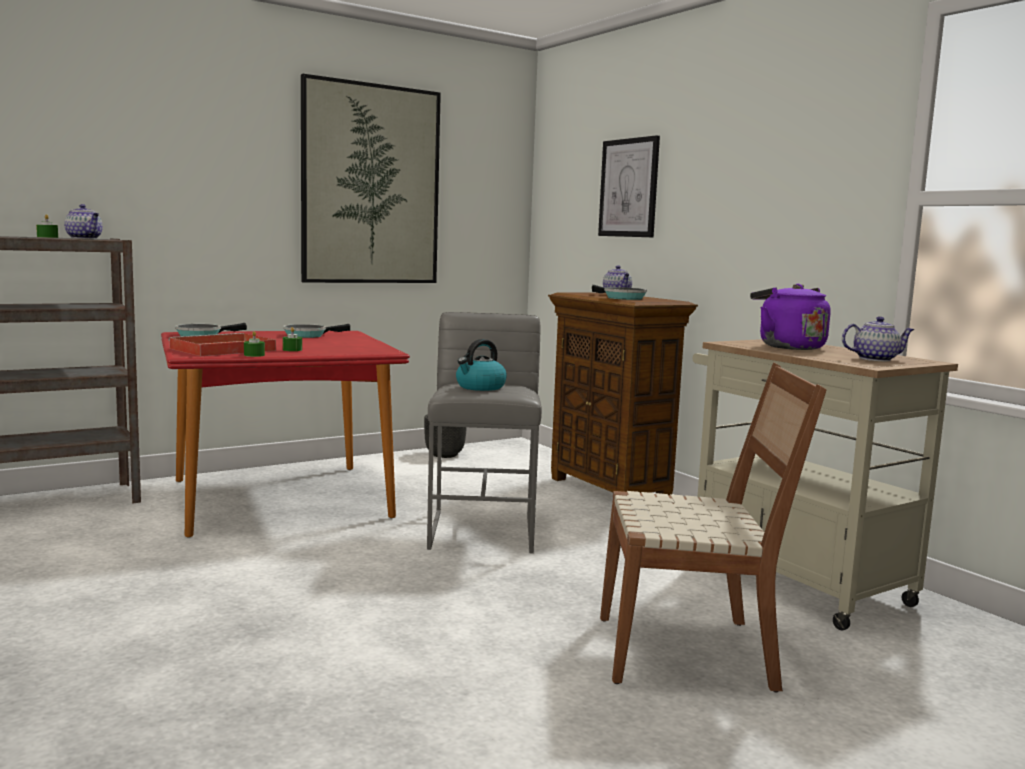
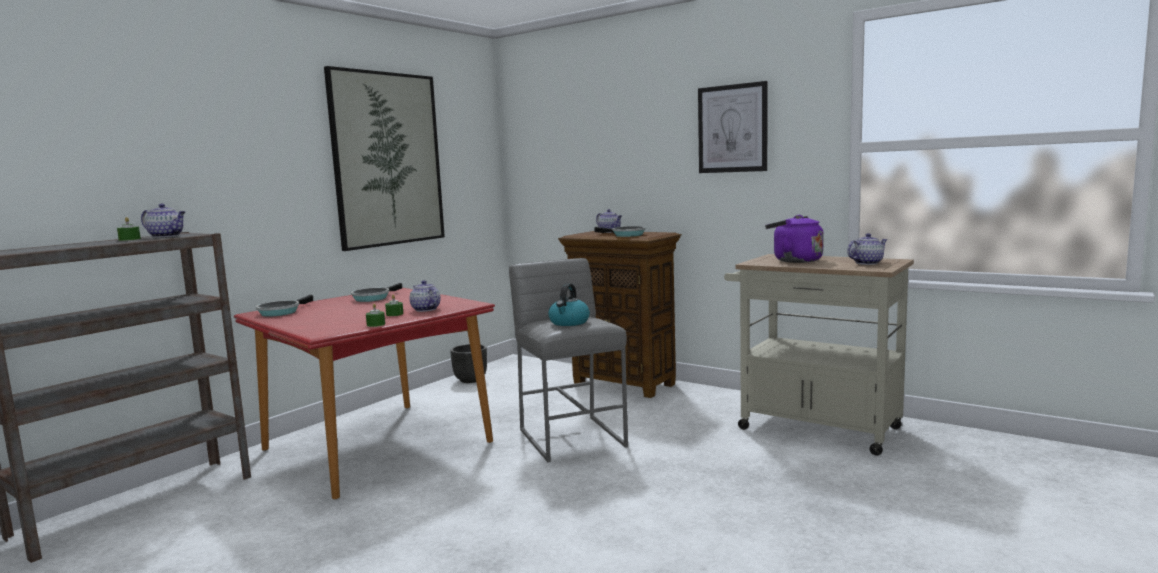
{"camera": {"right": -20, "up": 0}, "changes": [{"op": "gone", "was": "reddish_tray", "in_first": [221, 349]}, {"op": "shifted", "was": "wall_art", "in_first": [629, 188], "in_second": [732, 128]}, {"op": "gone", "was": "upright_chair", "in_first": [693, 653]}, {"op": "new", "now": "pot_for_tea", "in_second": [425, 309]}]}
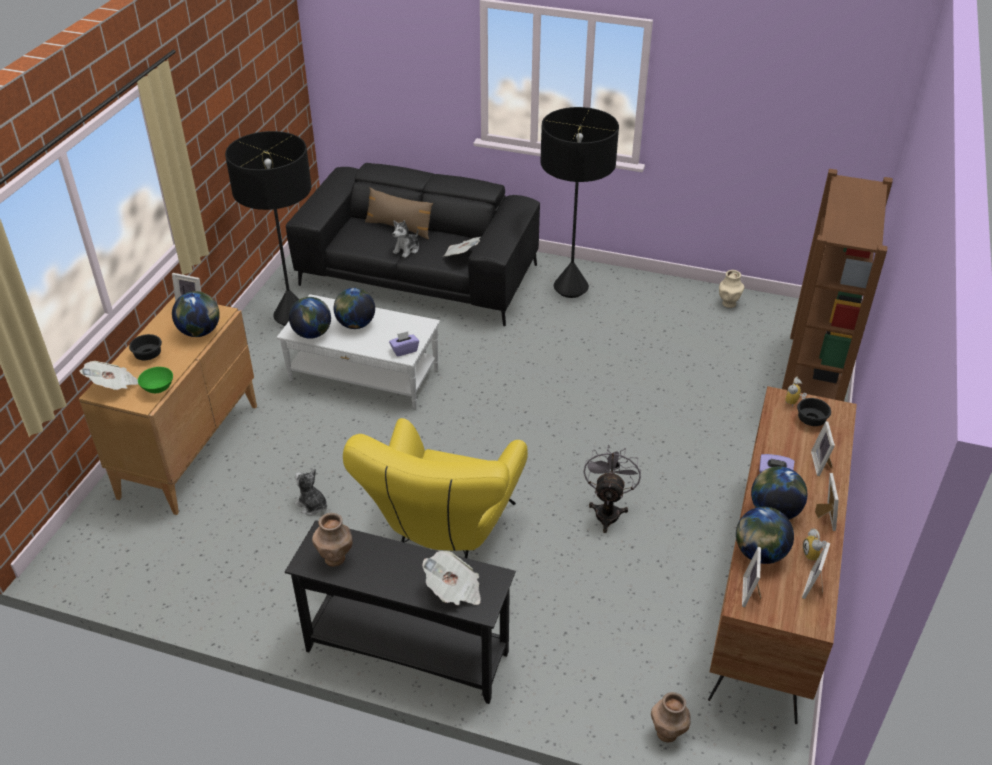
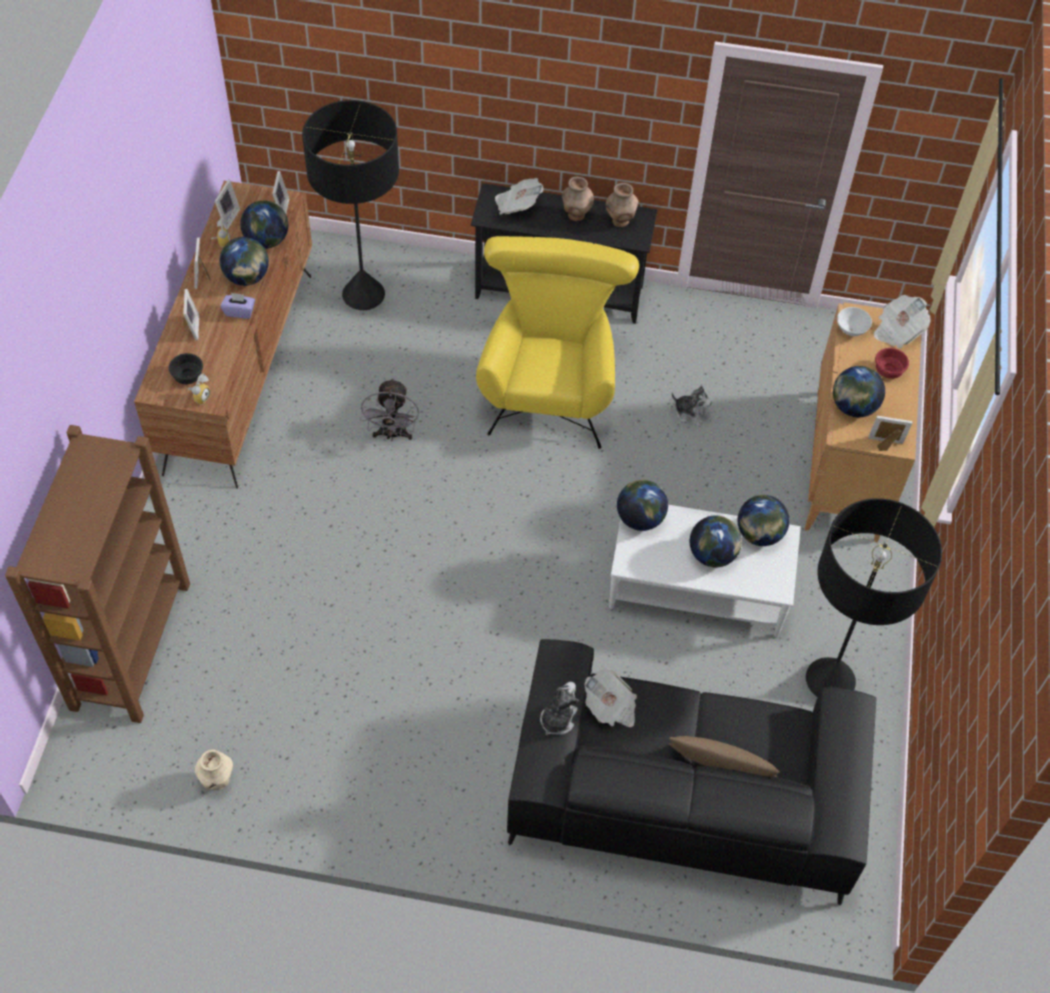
{"camera": {"right": 170, "up": 15}, "changes": [{"op": "repainted", "was": "blackish_serving_bowl", "now": "reddish_serving_bowl", "in_first": [147, 355], "in_second": [889, 370]}, {"op": "repainted", "was": "green-coloured_serving_bowl", "now": "white-coloured_serving_bowl", "in_first": [158, 390], "in_second": [851, 330]}, {"op": "swapped", "was": "purple_box_of_tissues", "now": "world_globe", "in_first": [404, 350], "in_second": [640, 518]}, {"op": "shifted", "was": "soft_toy", "in_first": [407, 249], "in_second": [557, 719]}, {"op": "shifted", "was": "blackish_floor_lamp", "in_first": [570, 290], "in_second": [363, 297]}, {"op": "shifted", "was": "brown-coloured_flower_vase", "in_first": [667, 733], "in_second": [576, 215]}]}
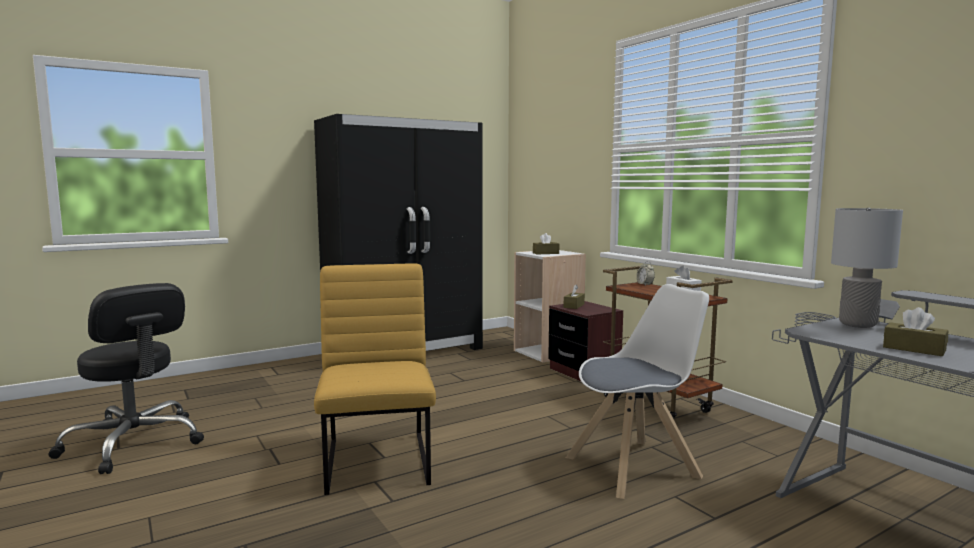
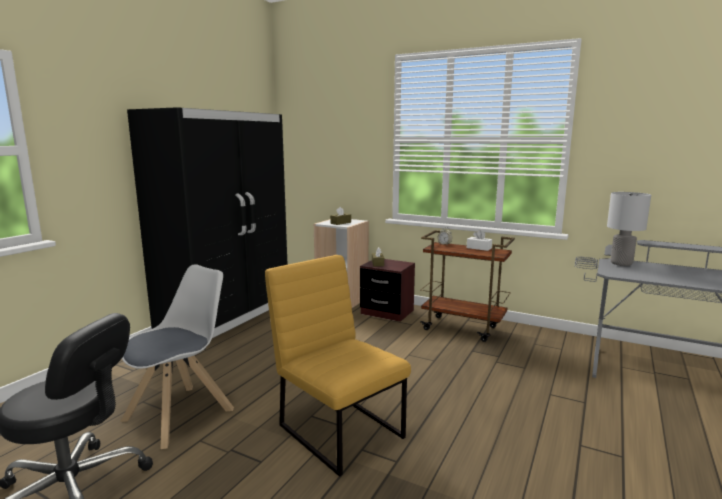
{"camera": {"right": -30, "up": 5}, "changes": [{"op": "shifted", "was": "upright_chair", "in_first": [636, 467], "in_second": [182, 413]}, {"op": "gone", "was": "brown-coloured_box_of_tissues", "in_first": [914, 349]}]}
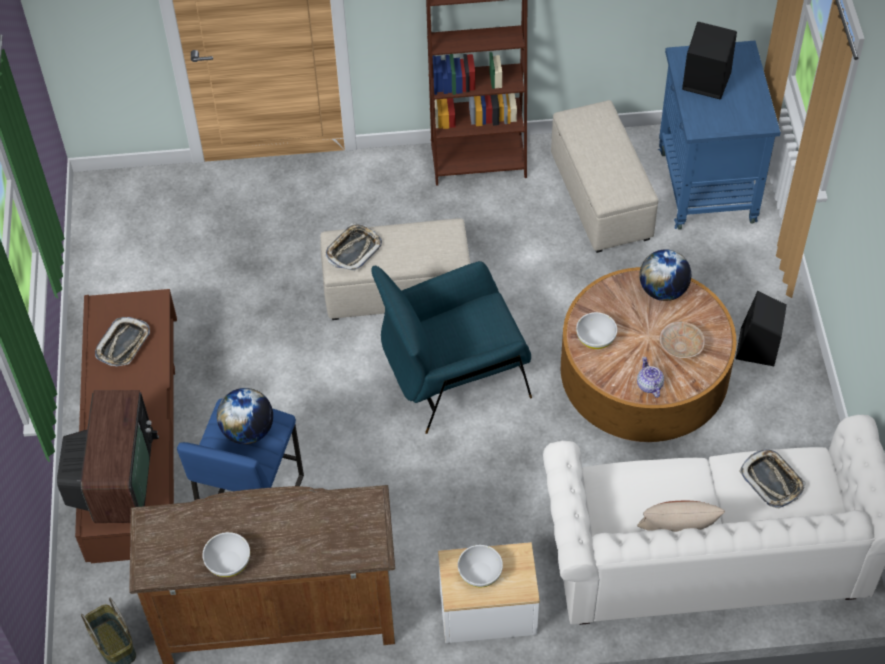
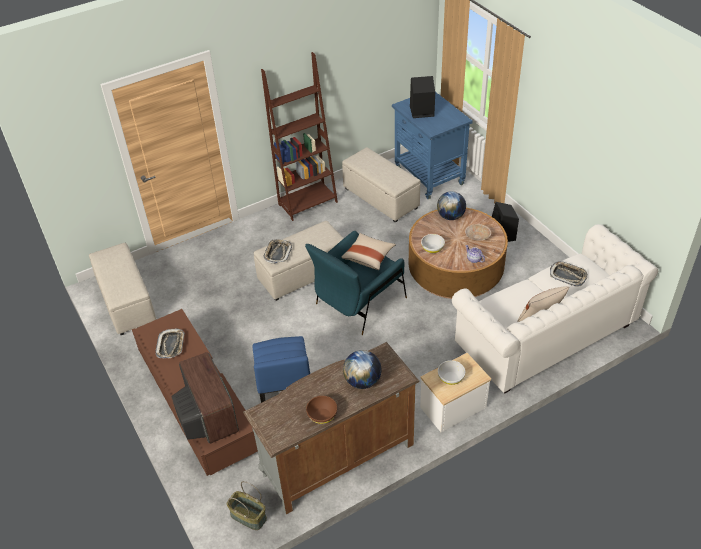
{"camera": {"right": -25, "up": -10}, "changes": [{"op": "repainted", "was": "white-coloured_serving_bowl", "now": "brown-coloured_serving_bowl", "in_first": [228, 562], "in_second": [322, 415]}, {"op": "shifted", "was": "world_globe", "in_first": [248, 430], "in_second": [362, 381]}, {"op": "new", "now": "beige-coloured_pouffe", "in_second": [127, 302]}, {"op": "new", "now": "beige-coloured_throw_pillow", "in_second": [369, 257]}]}
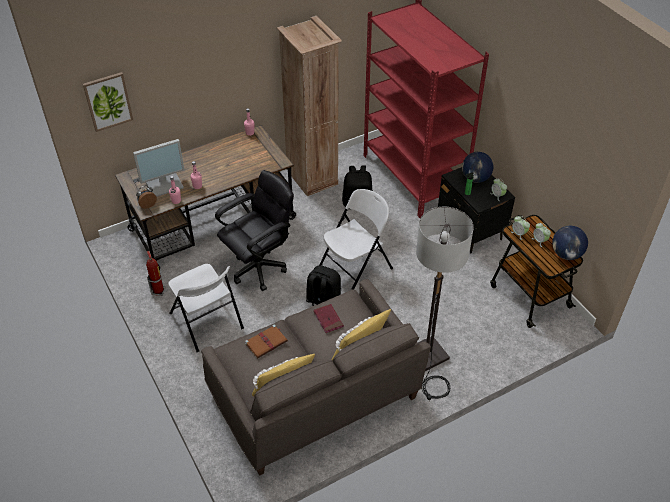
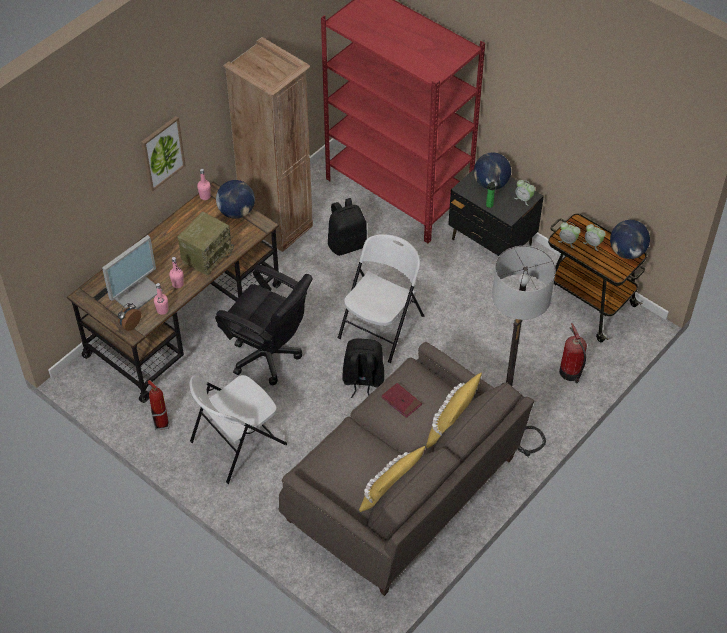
{"camera": {"right": -20, "up": 5}, "changes": [{"op": "shifted", "was": "wall_art", "in_first": [108, 101], "in_second": [162, 153]}, {"op": "rotated", "was": "white-coloured_upright_chair", "in_first": [206, 321], "in_second": [238, 442], "clockwise": 105}, {"op": "rotated", "was": "blackish_computer_chair", "in_first": [260, 267], "in_second": [270, 359], "clockwise": 90}, {"op": "gone", "was": "brown-coloured_book", "in_first": [267, 342]}, {"op": "new", "now": "radio_receiver", "in_second": [207, 255]}, {"op": "new", "now": "world_globe", "in_second": [236, 212]}, {"op": "new", "now": "fire_extinguisher", "in_second": [571, 373]}]}
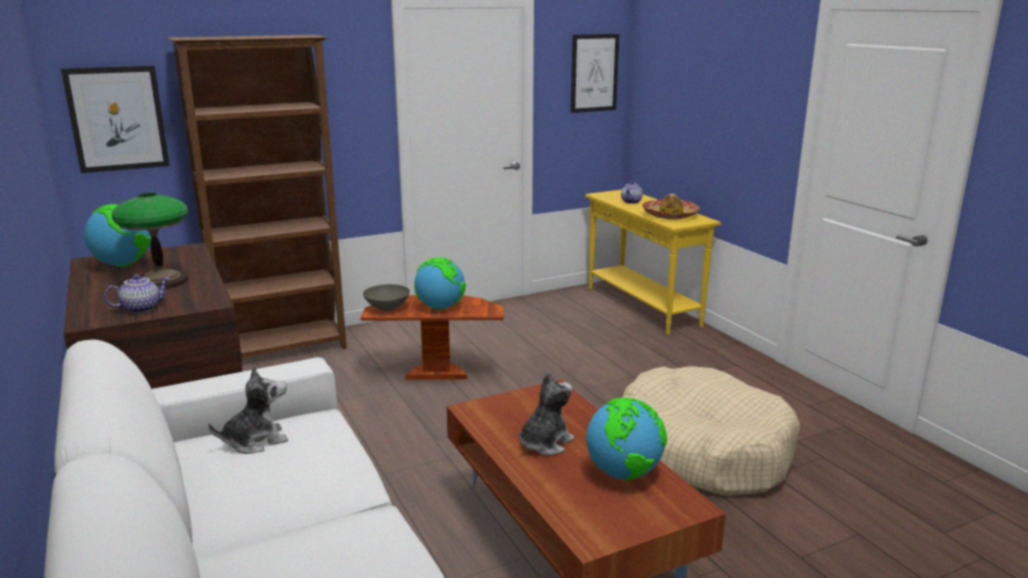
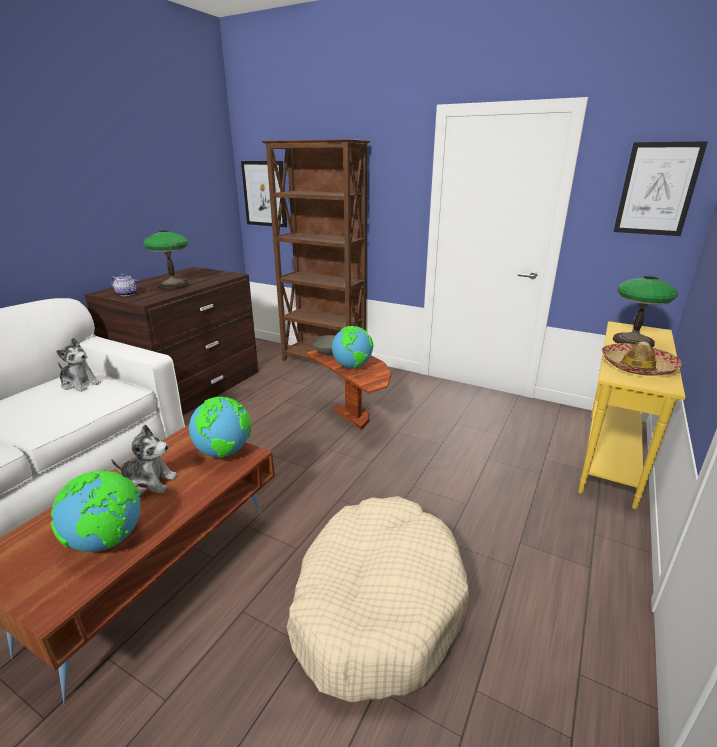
{"camera": {"right": 55, "up": 5}, "changes": [{"op": "shifted", "was": "world_globe", "in_first": [123, 265], "in_second": [224, 452]}, {"op": "swapped", "was": "pot_for_tea", "now": "tabletop_lamp", "in_first": [631, 202], "in_second": [633, 341]}]}
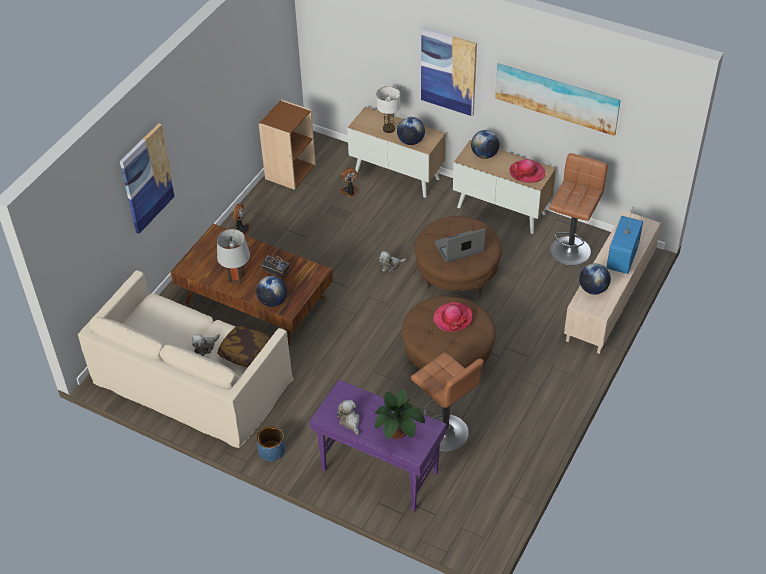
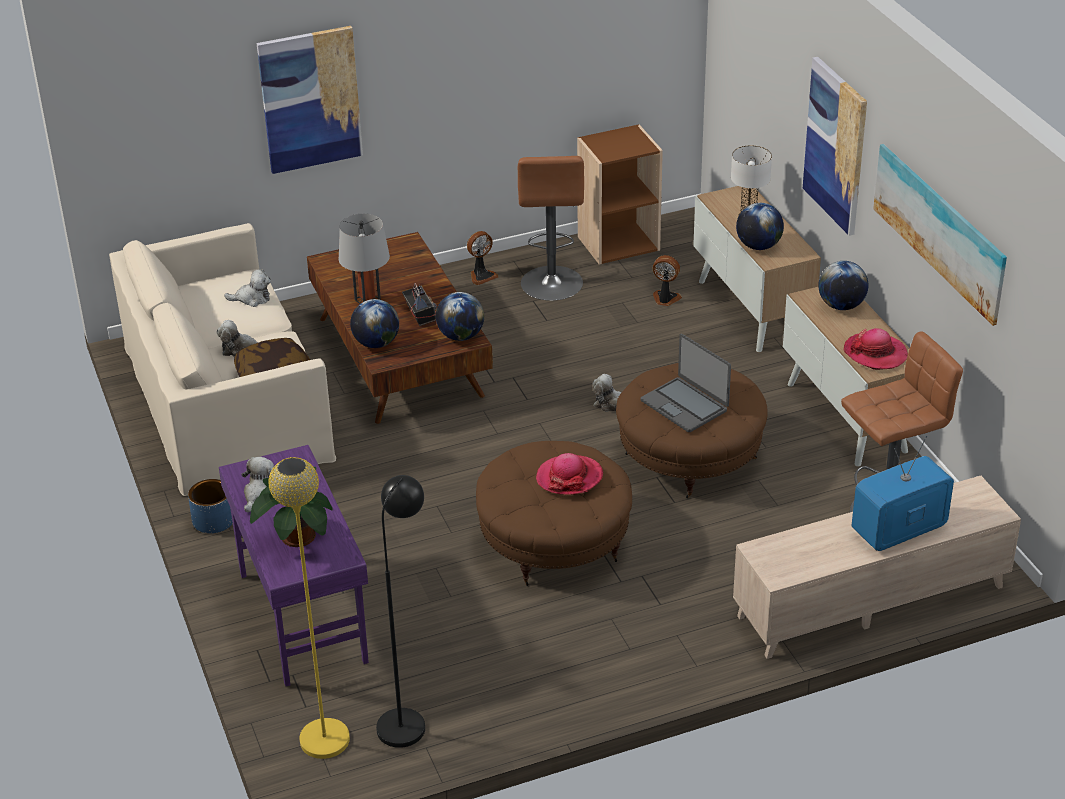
{"camera": {"right": 40, "up": -10}, "changes": [{"op": "shifted", "was": "brown-coloured_sitting_stool", "in_first": [445, 433], "in_second": [551, 284]}, {"op": "rotated", "was": "laptop", "in_first": [459, 248], "in_second": [685, 405], "clockwise": -150}, {"op": "shifted", "was": "world_globe", "in_first": [593, 289], "in_second": [461, 336]}, {"op": "new", "now": "soft_toy", "in_second": [252, 298]}, {"op": "new", "now": "yellow-coloured_floor_lamp", "in_second": [324, 740]}, {"op": "new", "now": "blackish_floor_lamp", "in_second": [407, 719]}]}
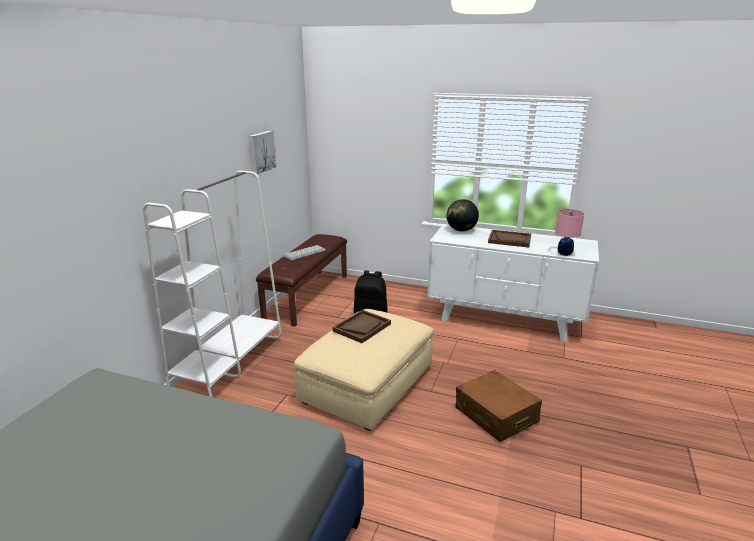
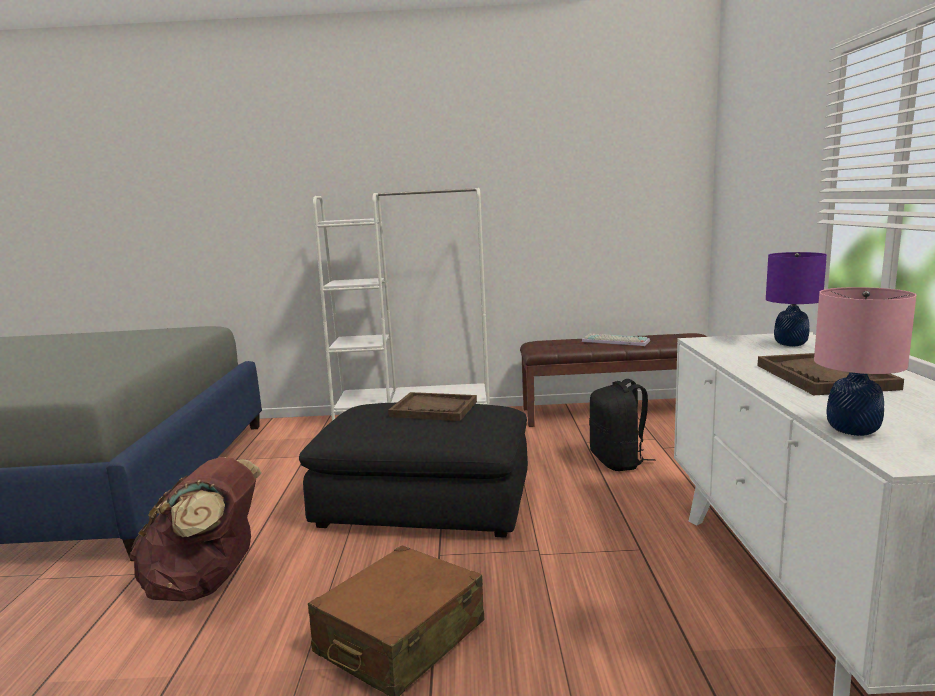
{"camera": {"right": 70, "up": -10}, "changes": [{"op": "gone", "was": "wall_art", "in_first": [261, 152]}, {"op": "repainted", "was": "beige-coloured_pouffe", "now": "blackish_pouffe", "in_first": [367, 384], "in_second": [425, 502]}, {"op": "swapped", "was": "world_globe", "now": "purple_tabletop_lamp", "in_first": [461, 230], "in_second": [789, 344]}, {"op": "new", "now": "brown-coloured_rucksack", "in_second": [207, 583]}]}
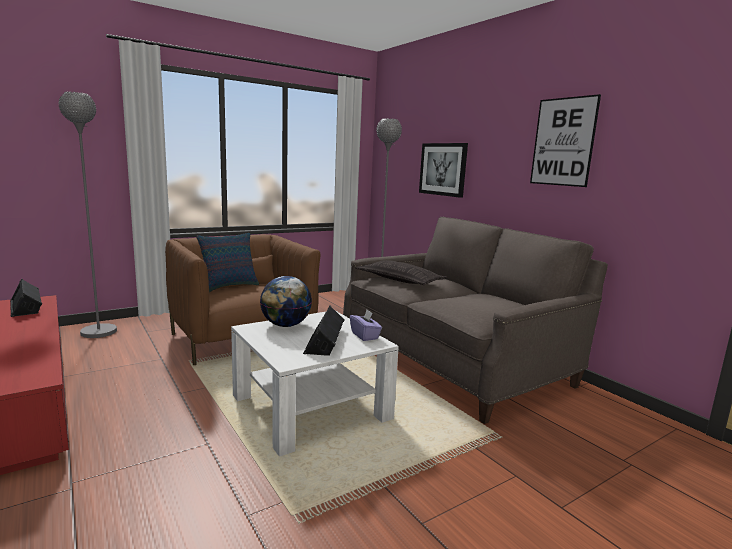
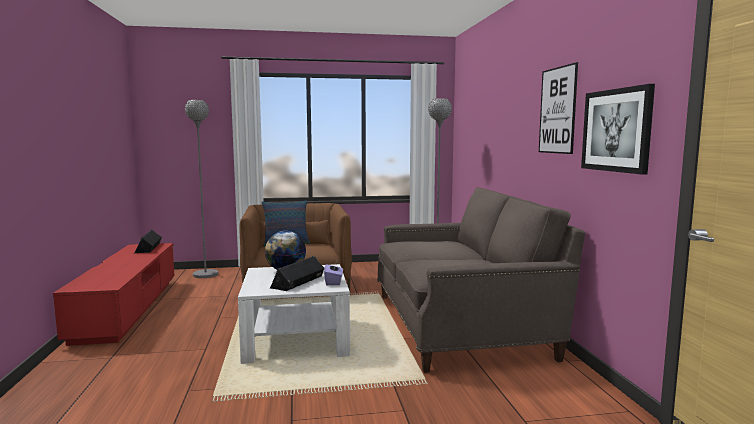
{"camera": {"right": 25, "up": -5}, "changes": [{"op": "gone", "was": "throw_pillow", "in_first": [399, 280]}, {"op": "shifted", "was": "wall_art", "in_first": [443, 169], "in_second": [616, 130]}]}
